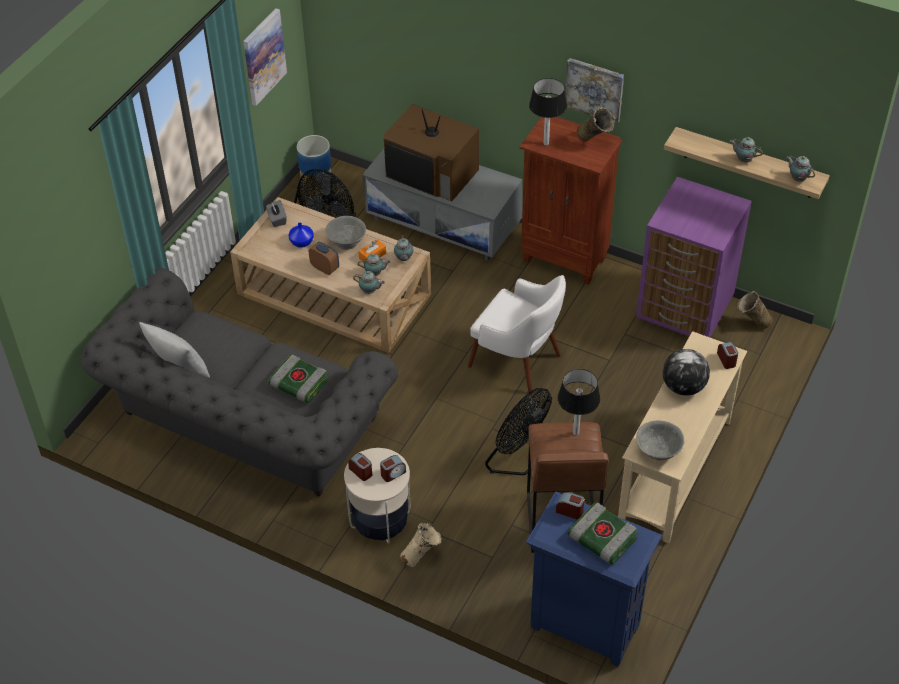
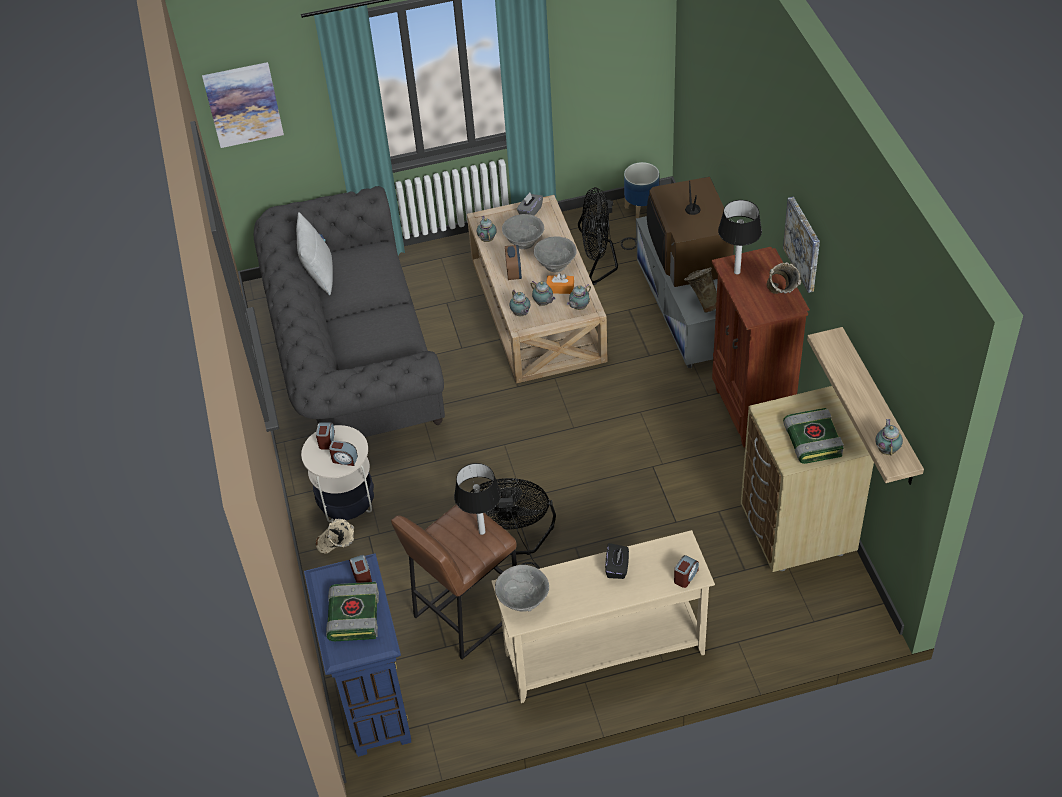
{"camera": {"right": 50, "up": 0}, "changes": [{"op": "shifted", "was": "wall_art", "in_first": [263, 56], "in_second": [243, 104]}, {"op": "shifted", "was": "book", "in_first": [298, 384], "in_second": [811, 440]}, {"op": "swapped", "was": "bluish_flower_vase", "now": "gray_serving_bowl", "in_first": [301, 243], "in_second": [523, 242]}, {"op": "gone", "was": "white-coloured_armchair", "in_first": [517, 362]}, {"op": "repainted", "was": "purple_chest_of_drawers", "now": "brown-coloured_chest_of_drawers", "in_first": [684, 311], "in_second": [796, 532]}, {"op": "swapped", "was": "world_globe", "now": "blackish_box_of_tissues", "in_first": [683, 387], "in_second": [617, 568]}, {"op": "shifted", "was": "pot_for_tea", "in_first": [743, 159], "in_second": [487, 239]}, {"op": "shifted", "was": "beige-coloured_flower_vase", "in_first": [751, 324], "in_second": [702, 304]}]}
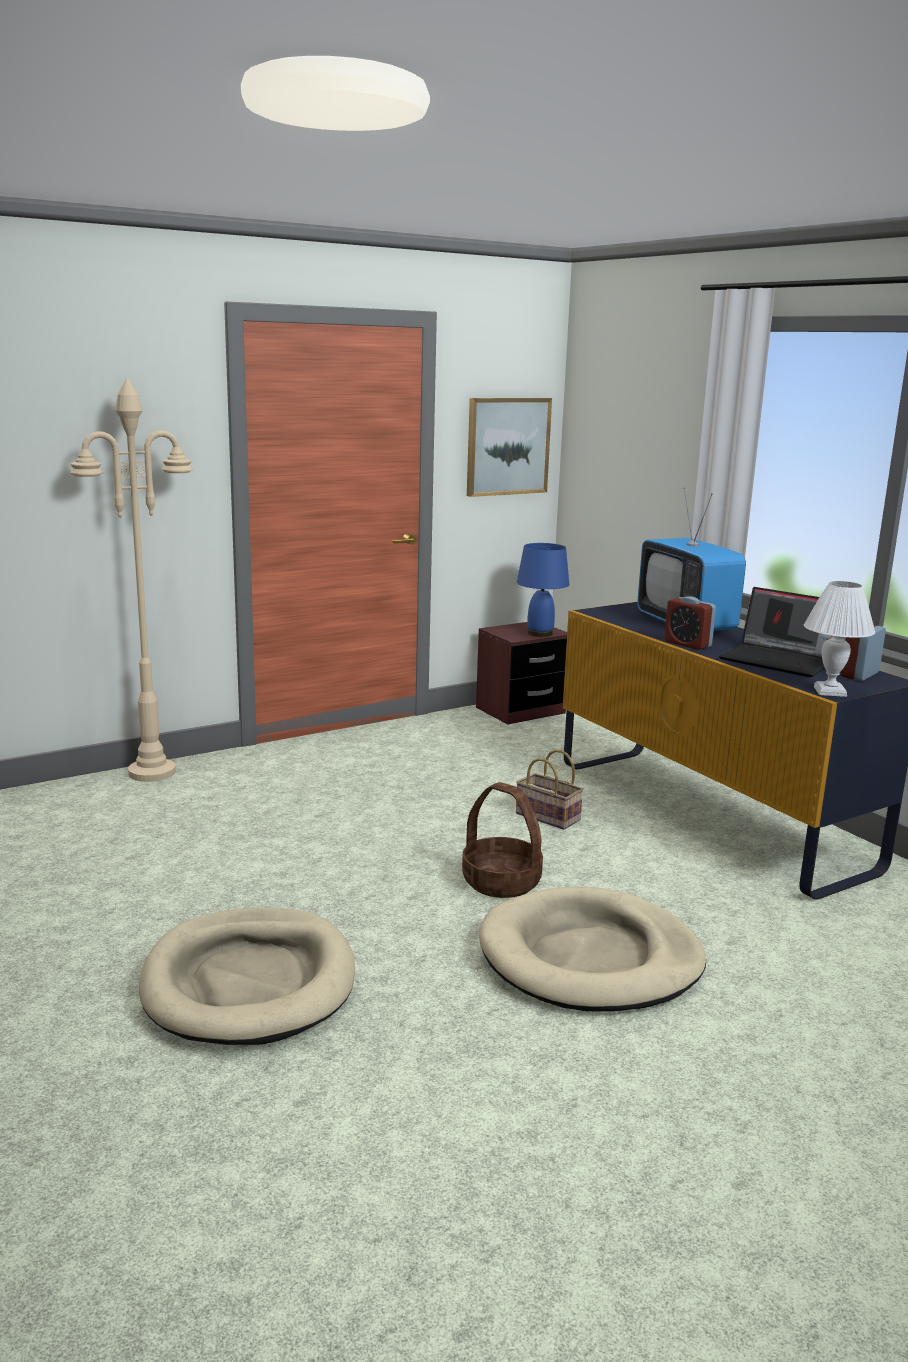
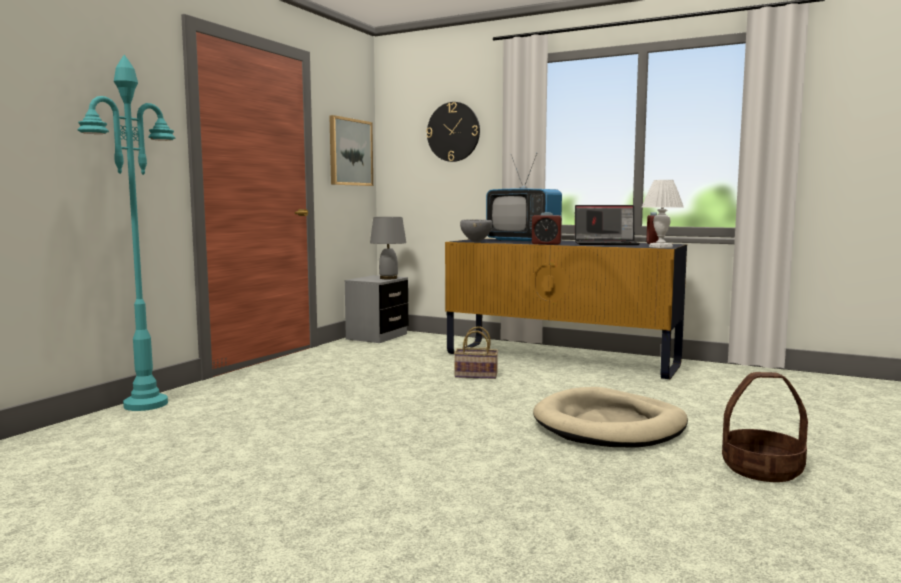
{"camera": {"right": -30, "up": -10}, "changes": [{"op": "repainted", "was": "beige-coloured_floor_lamp", "now": "turquoise_floor_lamp", "in_first": [152, 772], "in_second": [146, 404]}, {"op": "gone", "was": "beige-coloured_dog_cushion", "in_first": [250, 982]}, {"op": "shifted", "was": "basket", "in_first": [500, 882], "in_second": [761, 470]}, {"op": "repainted", "was": "brown-coloured_nightstand", "now": "gray_nightstand", "in_first": [521, 711], "in_second": [377, 337]}, {"op": "repainted", "was": "bluish_tabletop_lamp", "now": "gray_tabletop_lamp", "in_first": [540, 633], "in_second": [389, 278]}, {"op": "new", "now": "clock_on_the_wall", "in_second": [453, 132]}, {"op": "new", "now": "gray_serving_bowl", "in_second": [476, 241]}]}
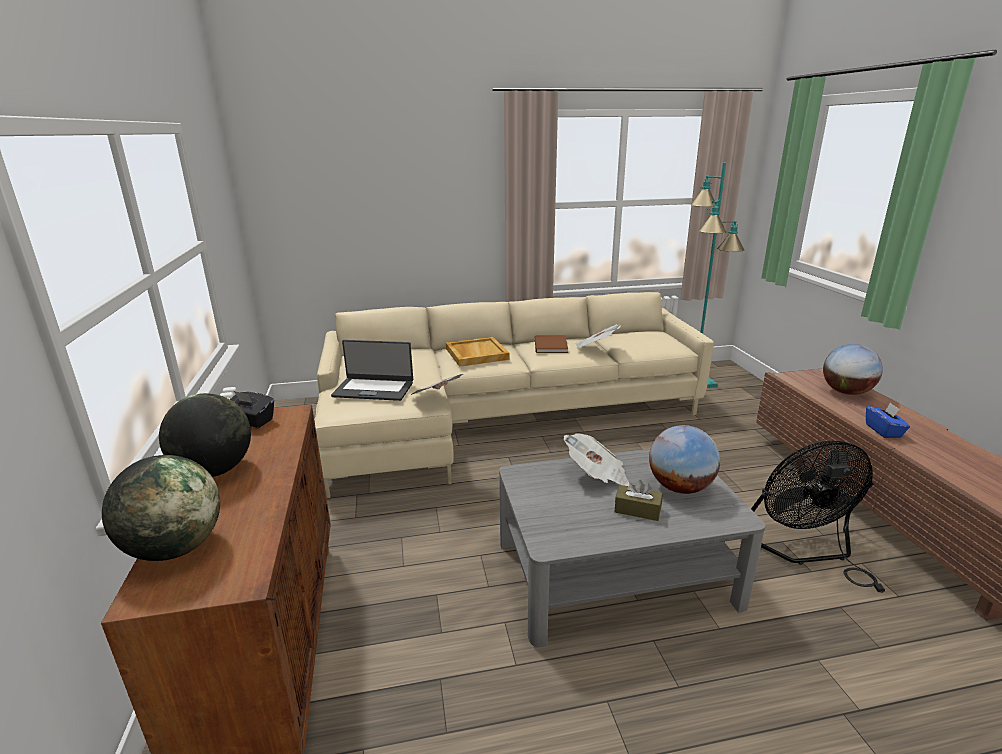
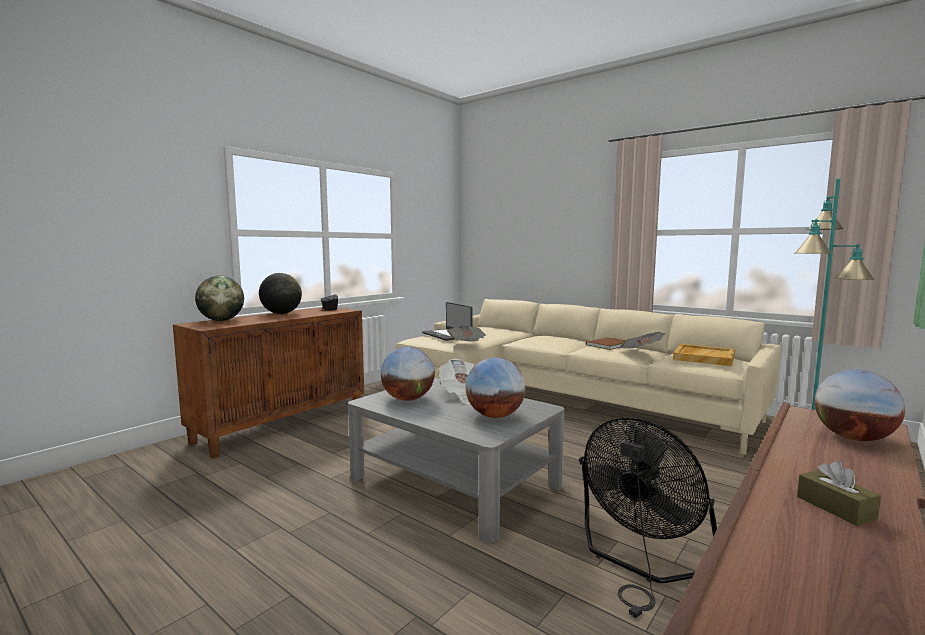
{"camera": {"right": 50, "up": -15}, "changes": [{"op": "shifted", "was": "beige-coloured_tray", "in_first": [476, 354], "in_second": [703, 357]}, {"op": "shifted", "was": "brown-coloured_box_of_tissues", "in_first": [637, 510], "in_second": [835, 508]}, {"op": "gone", "was": "bluish_box_of_tissues", "in_first": [883, 431]}, {"op": "new", "now": "world_globe", "in_second": [408, 399]}]}
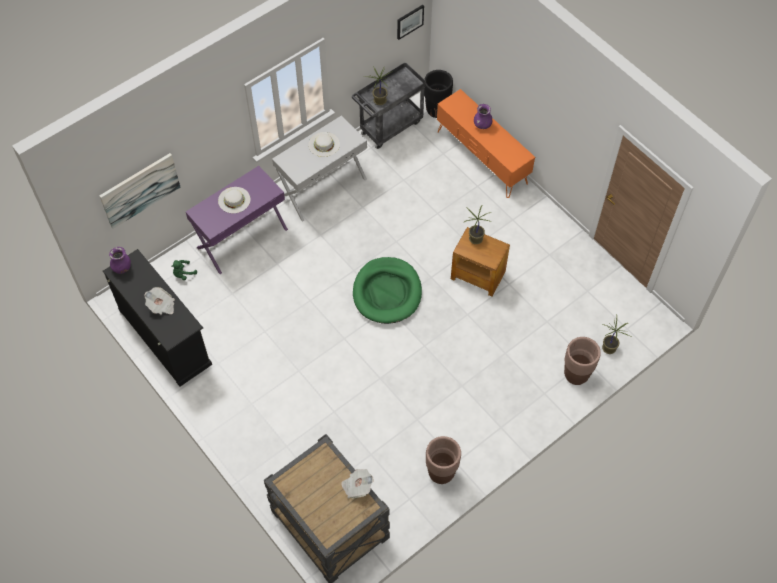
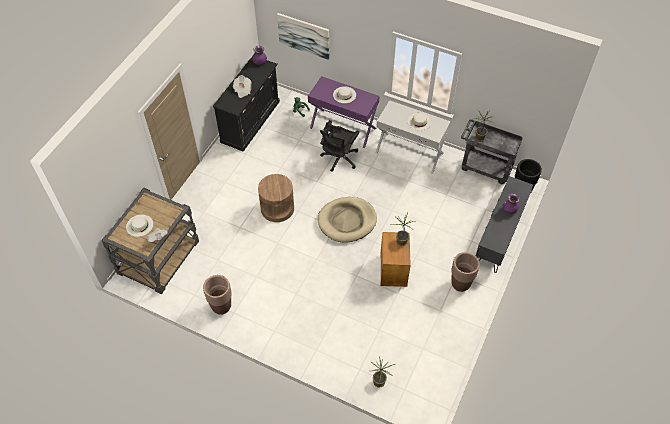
{"camera": {"right": 65, "up": -5}, "changes": [{"op": "repainted", "was": "green-coloured_dog_cushion", "now": "beige-coloured_dog_cushion", "in_first": [387, 292], "in_second": [347, 221]}, {"op": "gone", "was": "wall_art", "in_first": [409, 21]}, {"op": "repainted", "was": "orange-coloured_tv_stand", "now": "gray_tv_stand", "in_first": [482, 158], "in_second": [499, 235]}, {"op": "shifted", "was": "brown-coloured_plant_pot", "in_first": [576, 375], "in_second": [460, 284]}, {"op": "new", "now": "white-coloured_clothing_hat", "in_second": [139, 225]}, {"op": "new", "now": "brown-coloured_side_table", "in_second": [277, 208]}, {"op": "new", "now": "computer_chair", "in_second": [339, 160]}]}
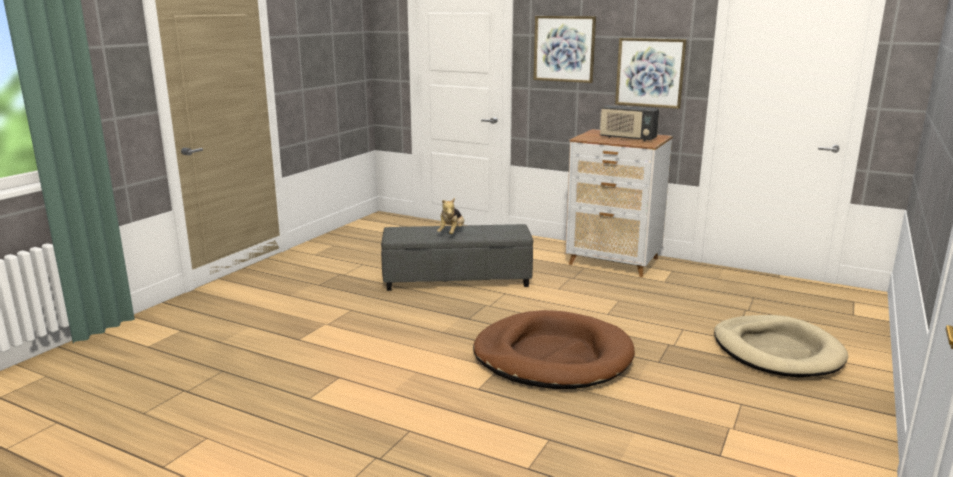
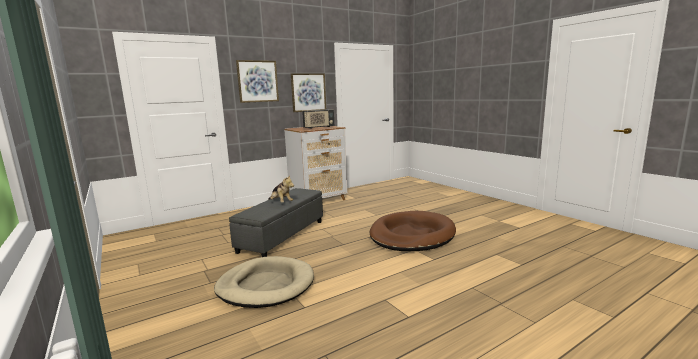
{"camera": {"right": -60, "up": -5}, "changes": [{"op": "shifted", "was": "beige-coloured_dog_cushion", "in_first": [777, 351], "in_second": [266, 285]}]}
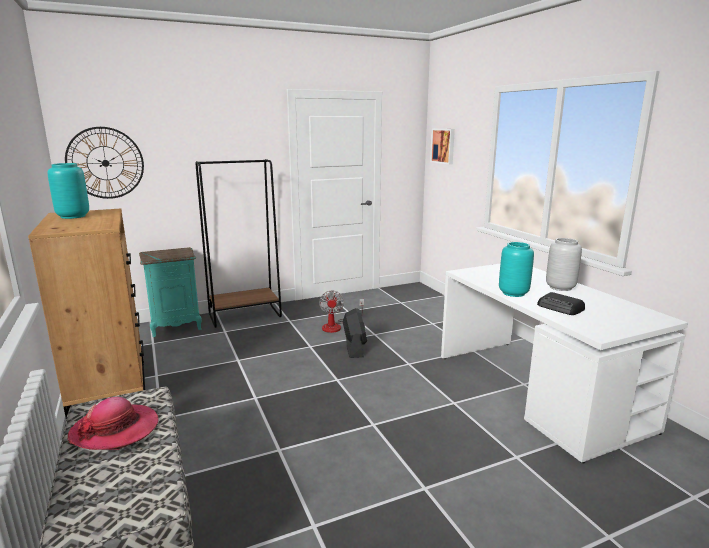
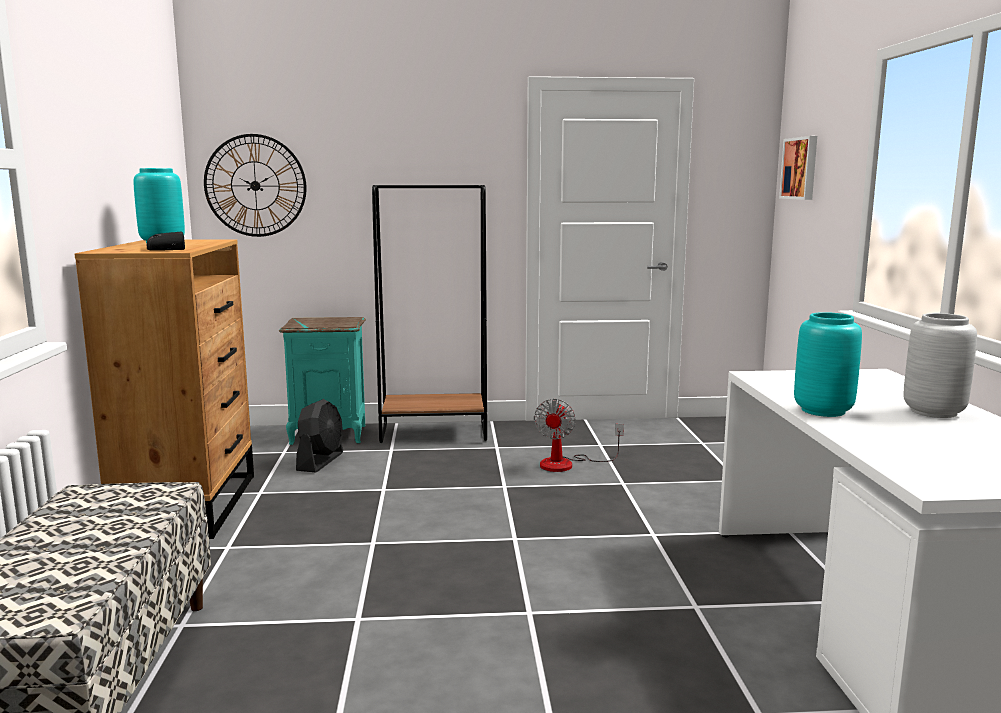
{"camera": {"right": 20, "up": -5}, "changes": [{"op": "gone", "was": "clothing_hat", "in_first": [115, 430]}, {"op": "shifted", "was": "blackish_electric_fan", "in_first": [354, 348], "in_second": [320, 461]}, {"op": "shifted", "was": "radio_receiver", "in_first": [560, 308], "in_second": [167, 248]}]}
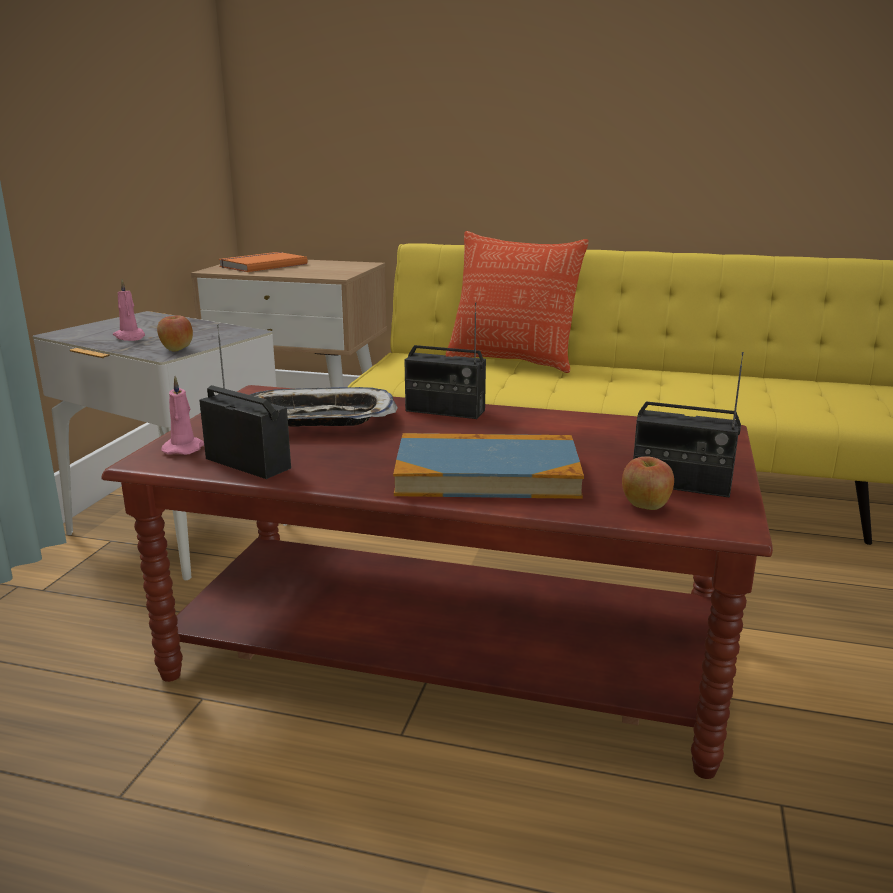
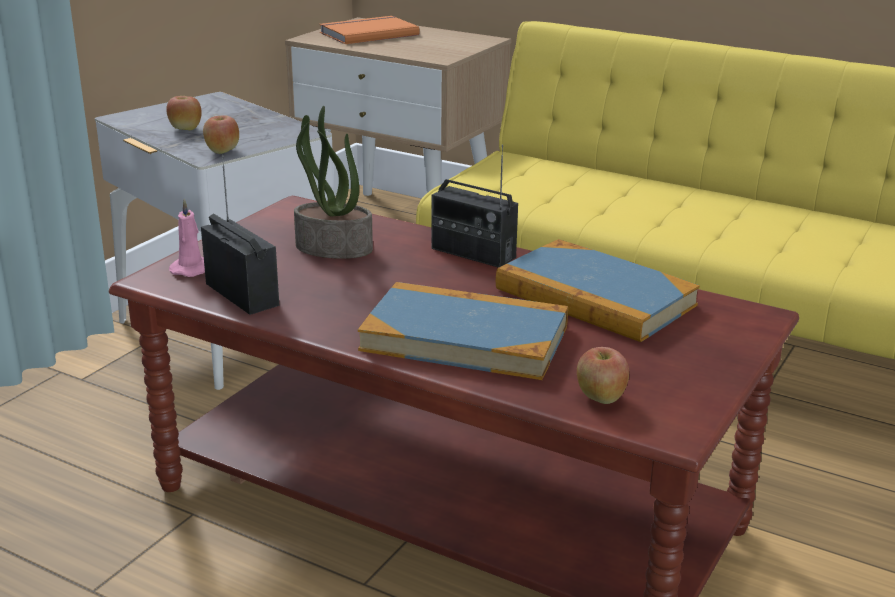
{"camera": {"right": 15, "up": 5}, "changes": [{"op": "swapped", "was": "pink-coloured_wax_candle", "now": "apple_fruit", "in_first": [130, 337], "in_second": [185, 129]}, {"op": "swapped", "was": "tray", "now": "potted_plant", "in_first": [314, 419], "in_second": [332, 248]}, {"op": "gone", "was": "orange-coloured_throw_pillow", "in_first": [512, 362]}, {"op": "gone", "was": "radio_receiver", "in_first": [681, 484]}, {"op": "new", "now": "book", "in_second": [594, 297]}]}
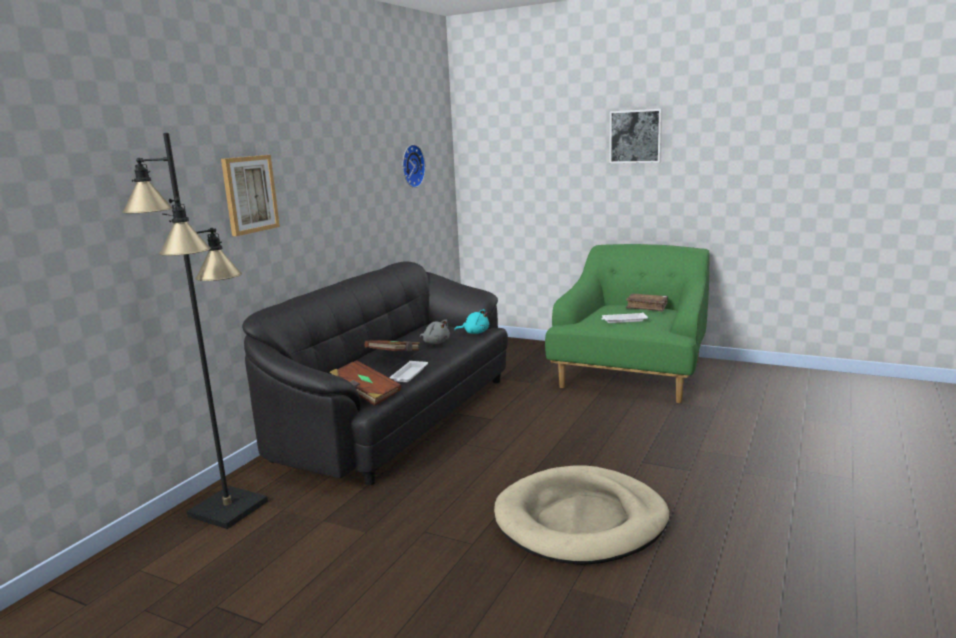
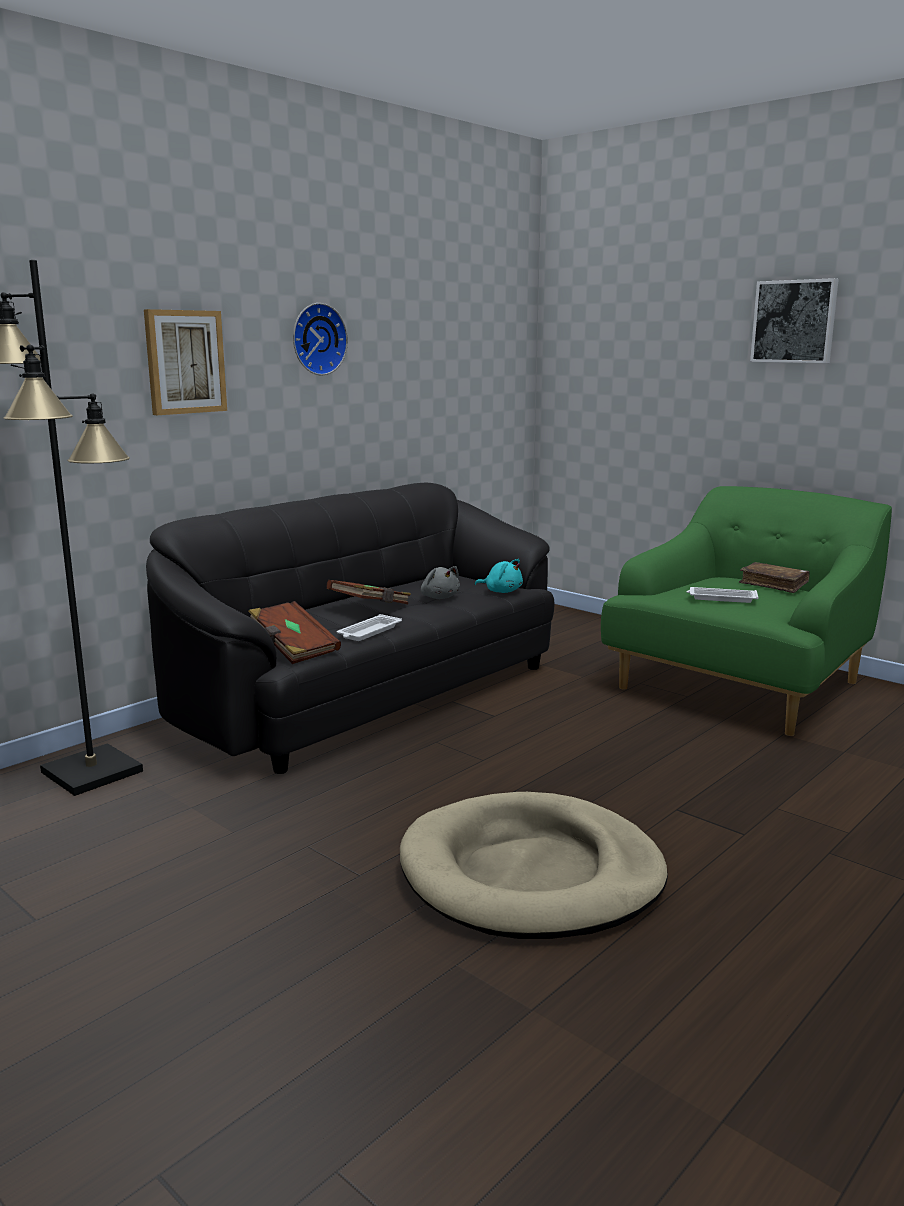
{"camera": {"right": 15, "up": 0}, "changes": [{"op": "shifted", "was": "clock_on_the_wall", "in_first": [411, 166], "in_second": [317, 339]}]}
